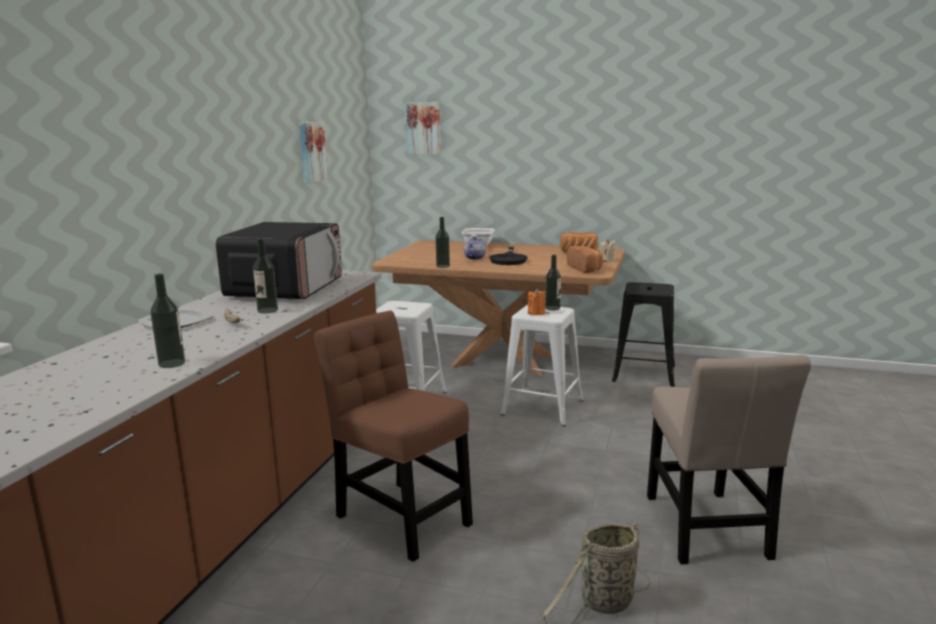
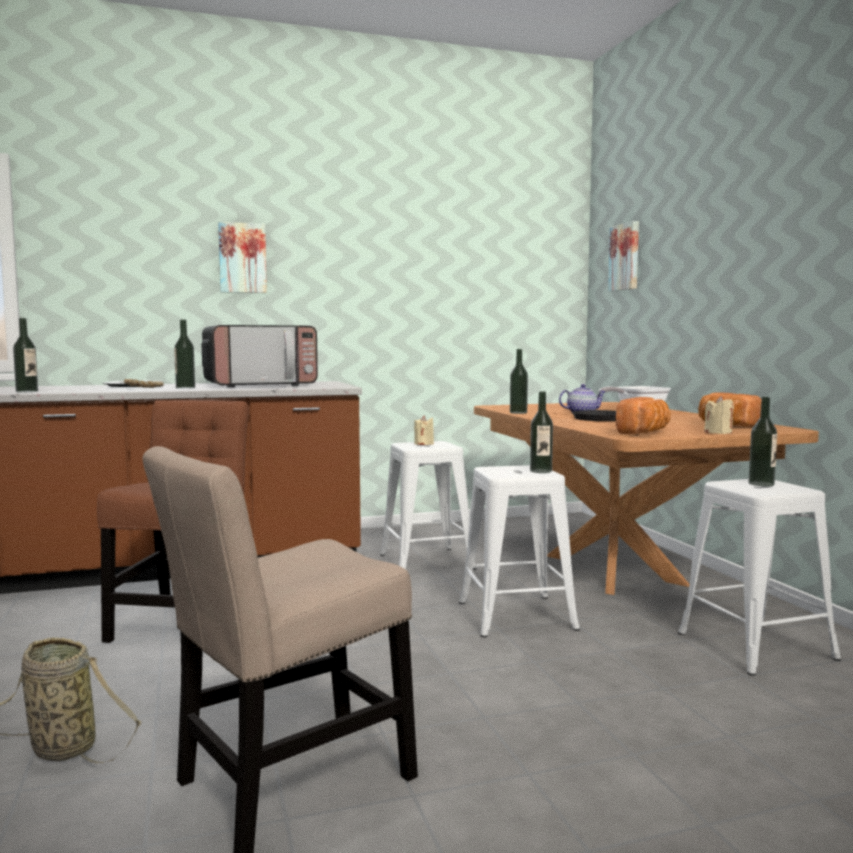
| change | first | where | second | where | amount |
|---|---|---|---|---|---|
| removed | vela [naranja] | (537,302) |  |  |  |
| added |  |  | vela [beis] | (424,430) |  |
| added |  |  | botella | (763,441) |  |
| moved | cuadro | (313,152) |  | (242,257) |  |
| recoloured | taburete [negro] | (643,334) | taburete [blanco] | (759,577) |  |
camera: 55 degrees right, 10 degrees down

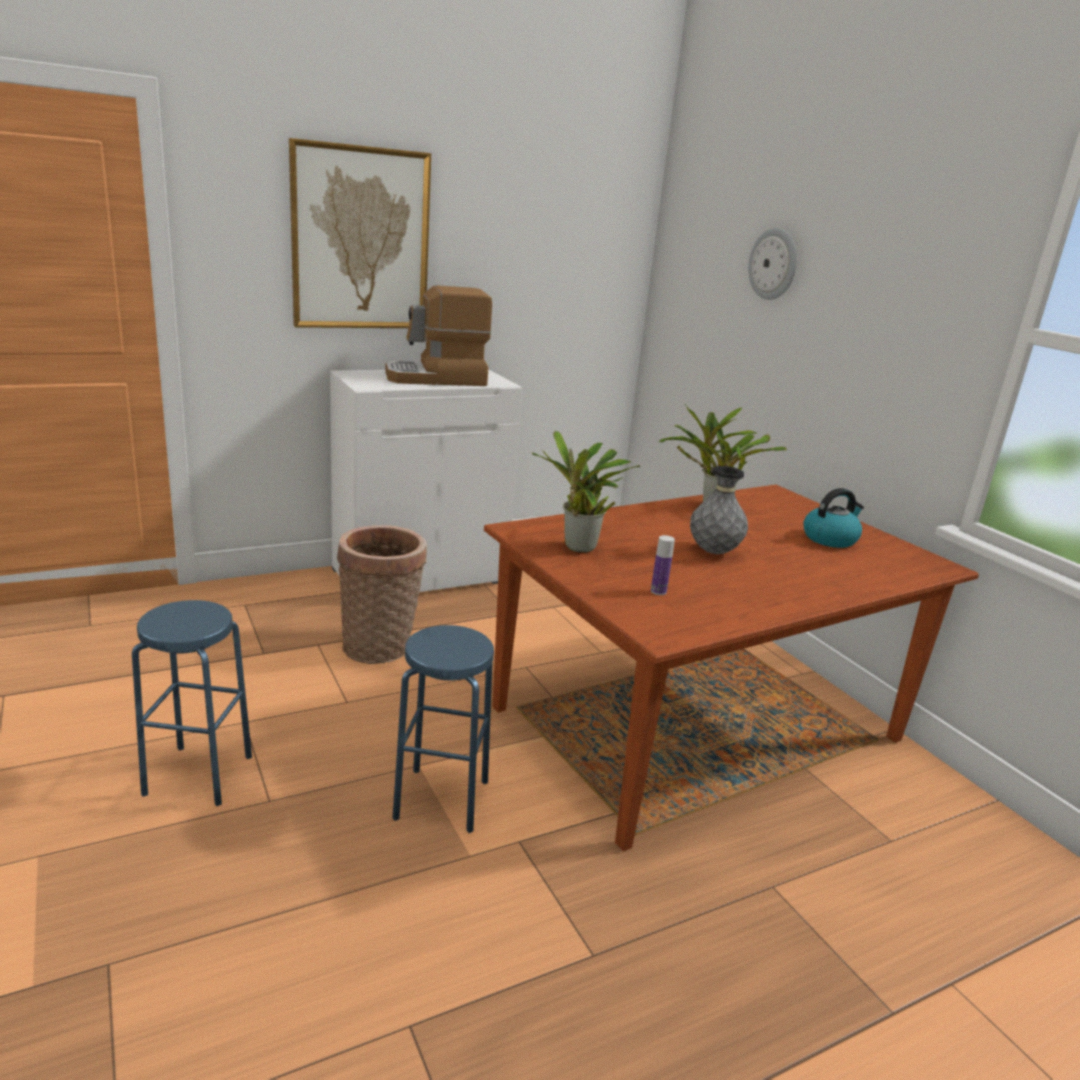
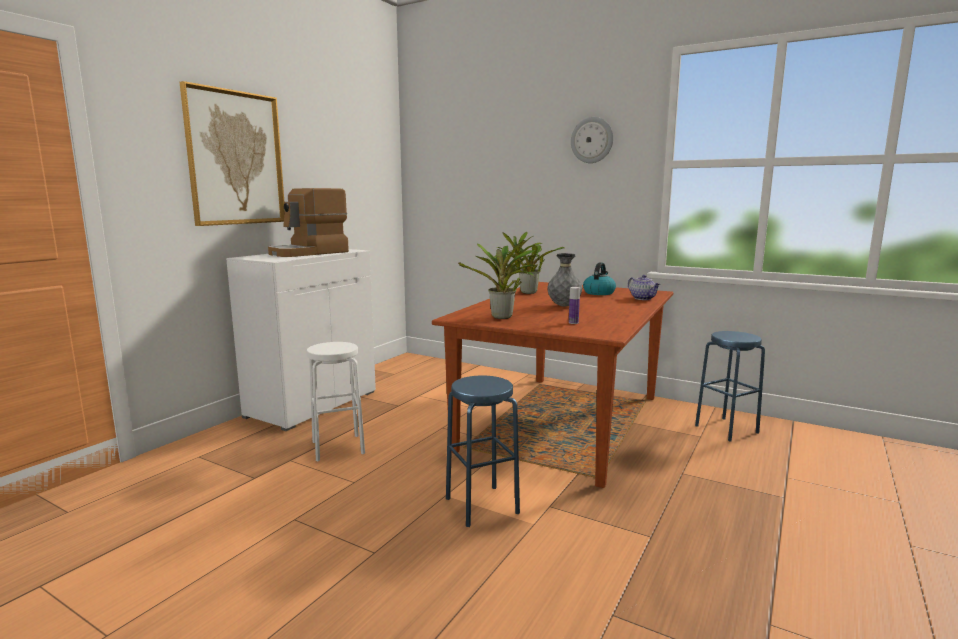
| change | first | where | second | where | amount |
|---|---|---|---|---|---|
| added |  |  | tetera | (644,287) |  |
| moved | taburete [azul] | (192,703) |  | (730,386) |  |
| moved | reloj de pared | (772,264) |  | (592,140) |  |
| replaced | cesta | (382,594) | taburete [blanco] | (335,401) |  |
camera: 30 degrees left, 10 degrees down

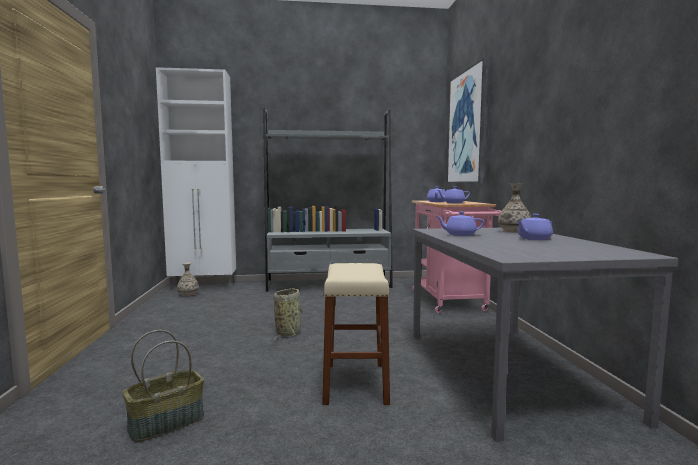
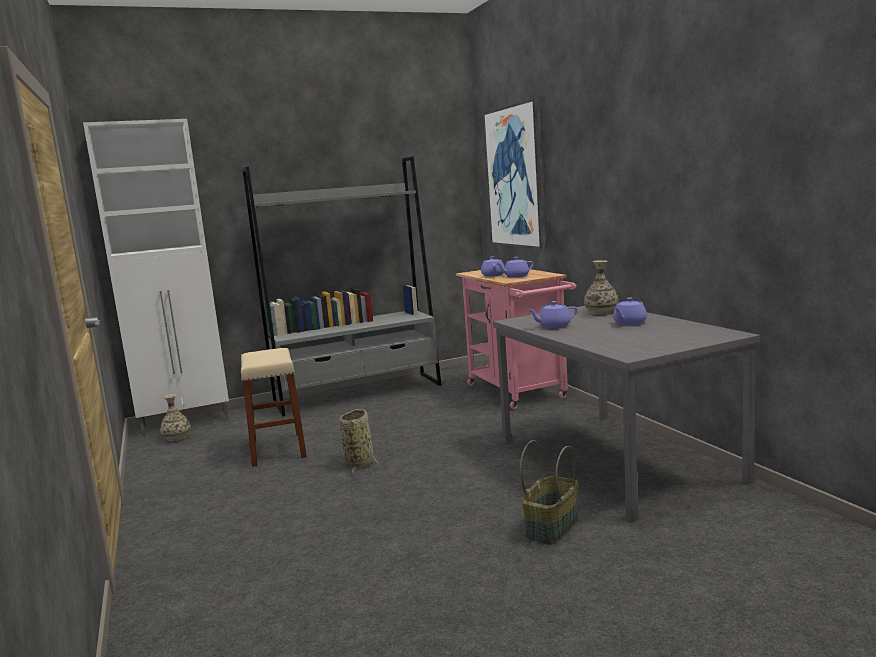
| change | first | where | second | where | amount |
|---|---|---|---|---|---|
| moved | cesta | (163,386) |  | (549,492) |  |
| moved | taburete [beis] | (356,334) |  | (274,407) |  |
camera: 15 degrees left, 5 degrees up

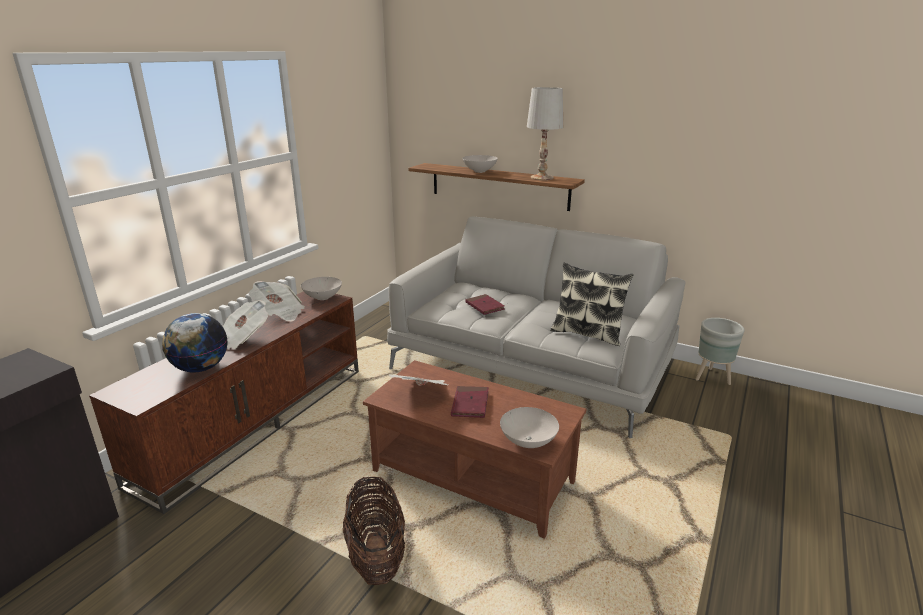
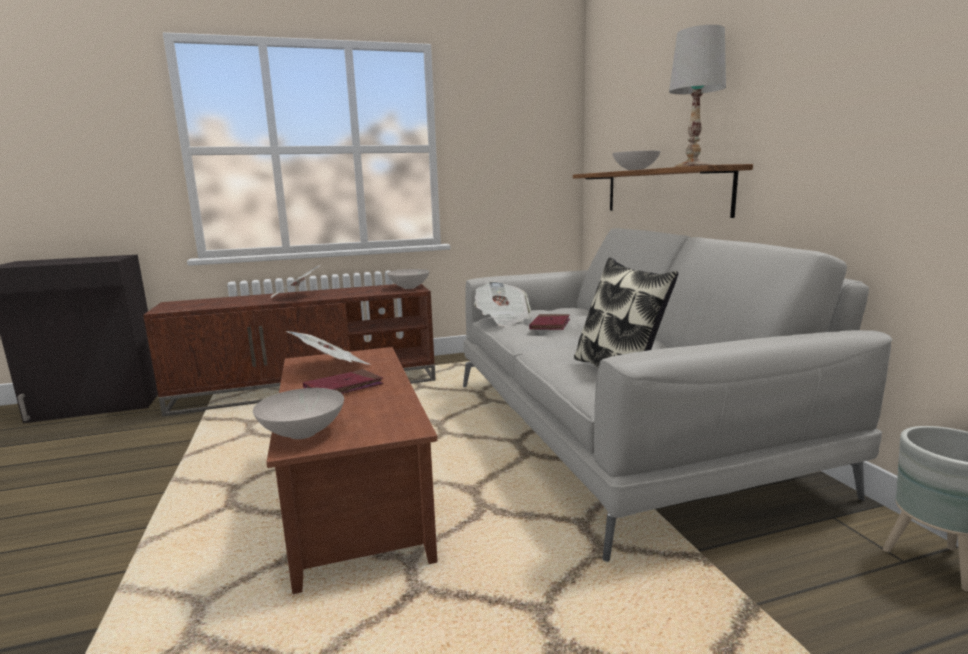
| change | first | where | second | where | amount |
|---|---|---|---|---|---|
| removed | globo terráqueo | (195,343) |  |  |  |
| removed | cesta | (374,531) |  |  |  |
| moved | periódico | (277,301) |  | (502,304) |  |
camera: 45 degrees right, 10 degrees down

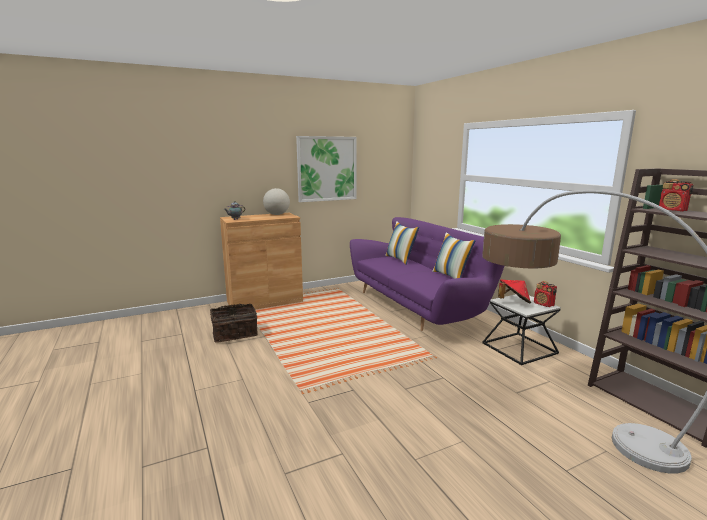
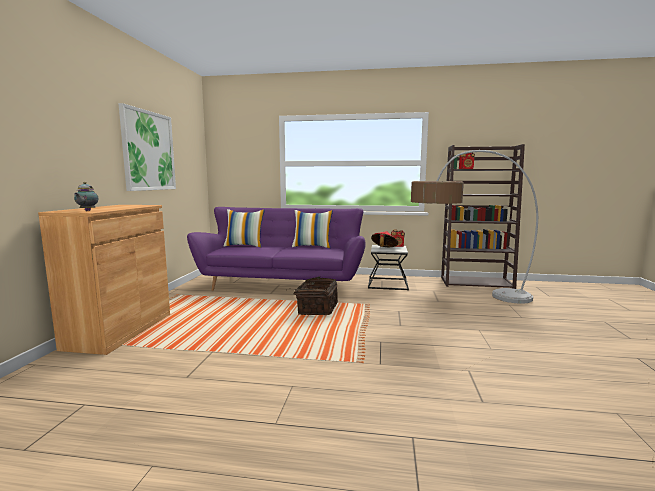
| change | first | where | second | where | amount |
|---|---|---|---|---|---|
| removed | globo terráqueo | (276,201) |  |  |  |
| moved | cesta | (234,323) |  | (314,296) |  |
camera: 55 degrees left, 5 degrees down

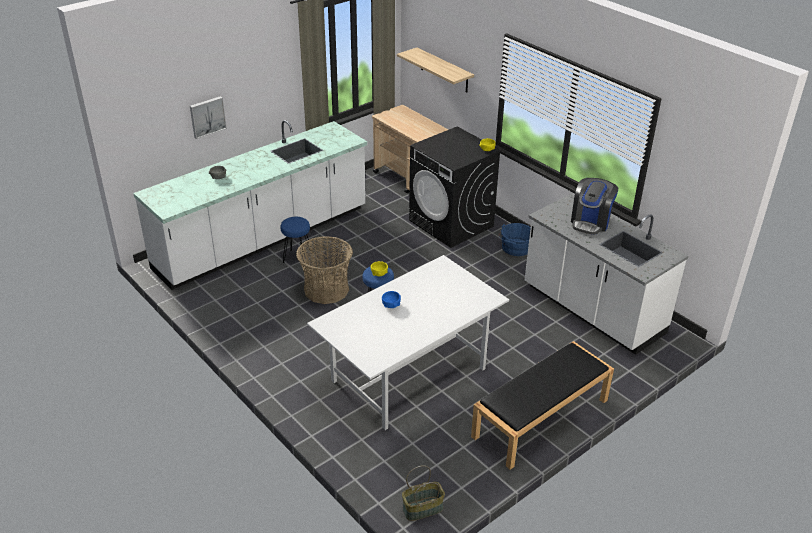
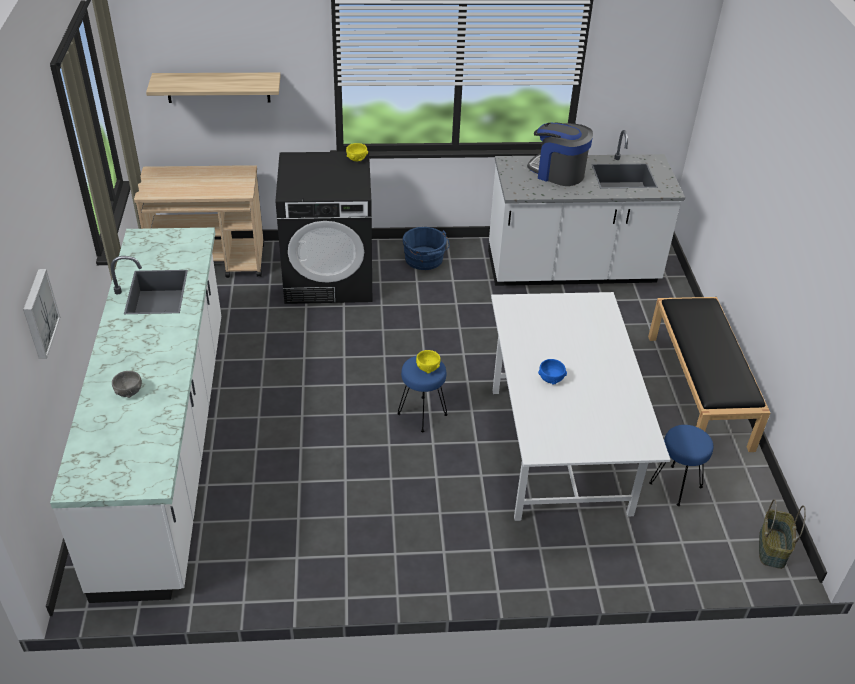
| change | first | where | second | where | amount |
|---|---|---|---|---|---|
| removed | cesta | (324,270) |  |  |  |
| moved | taburete [azul] | (295,240) |  | (681,465) |  |
| turned | cafetera | (594,206) |  | (560,154) | 150 degrees clockwise |
camera: 55 degrees left, 5 degrees up

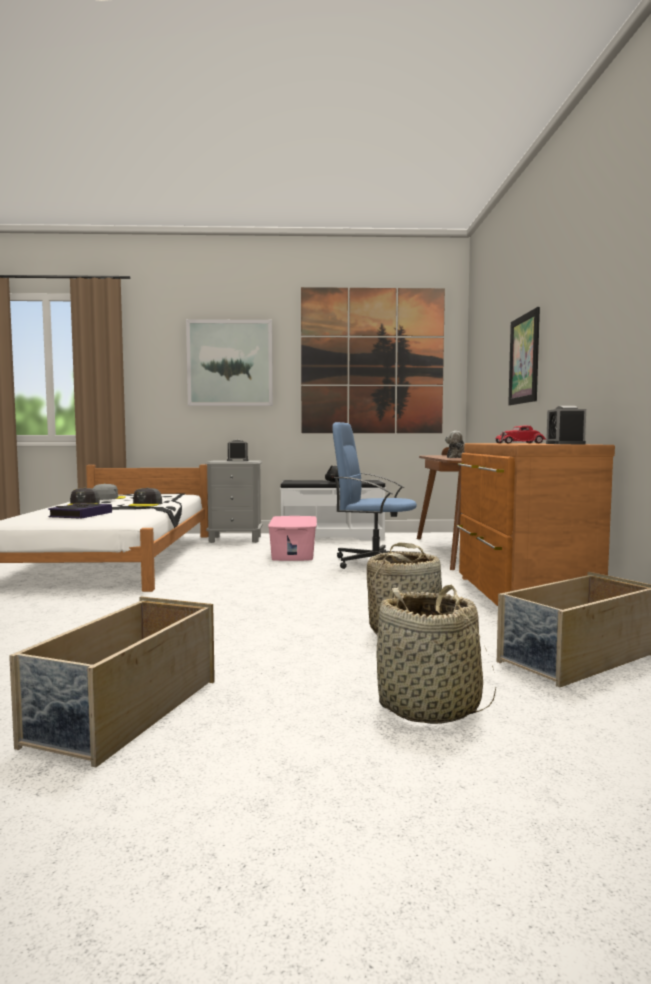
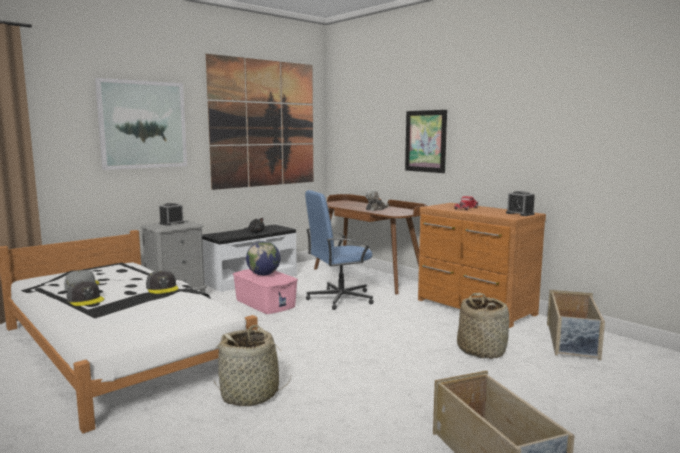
| change | first | where | second | where | amount |
|---|---|---|---|---|---|
| removed | libro | (80,511) |  |  |  |
| added |  |  | globo terráqueo | (263,258) |  |
| moved | cesta | (436,654) |  | (252,365) |  |
camera: 40 degrees left, 5 degrees up

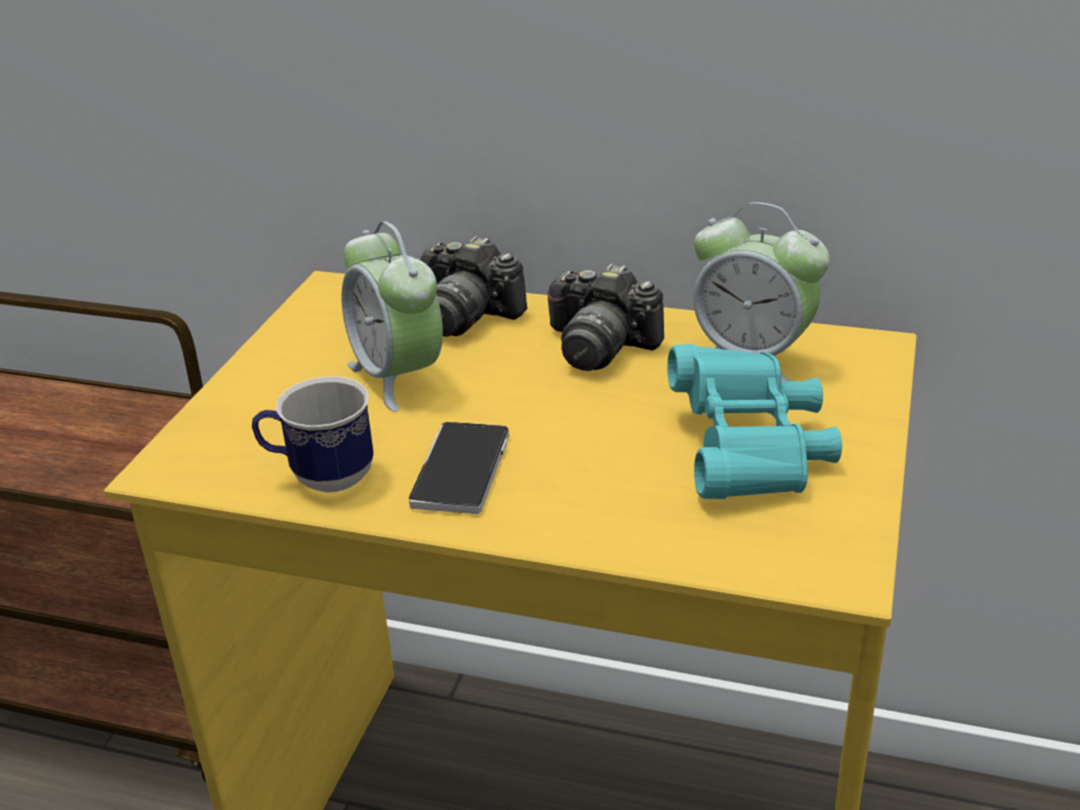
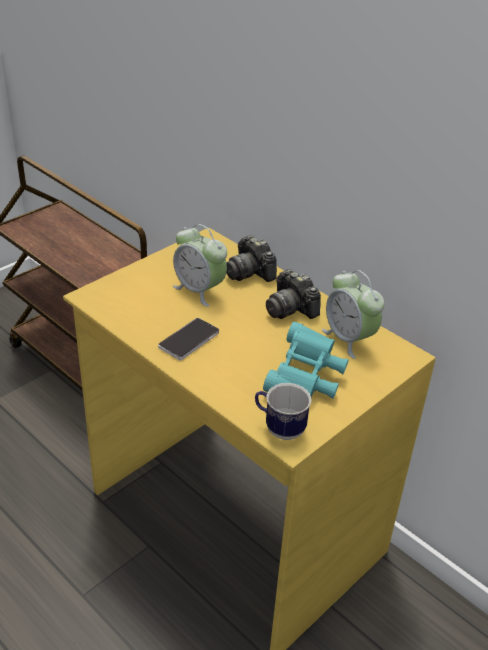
| change | first | where | second | where | amount |
|---|---|---|---|---|---|
| moved | taza grande | (313,434) |  | (283,411) |  |
| turned | despertador | (392,316) |  | (200,265) | 45 degrees counterclockwise |
camera: 25 degrees right, 5 degrees up

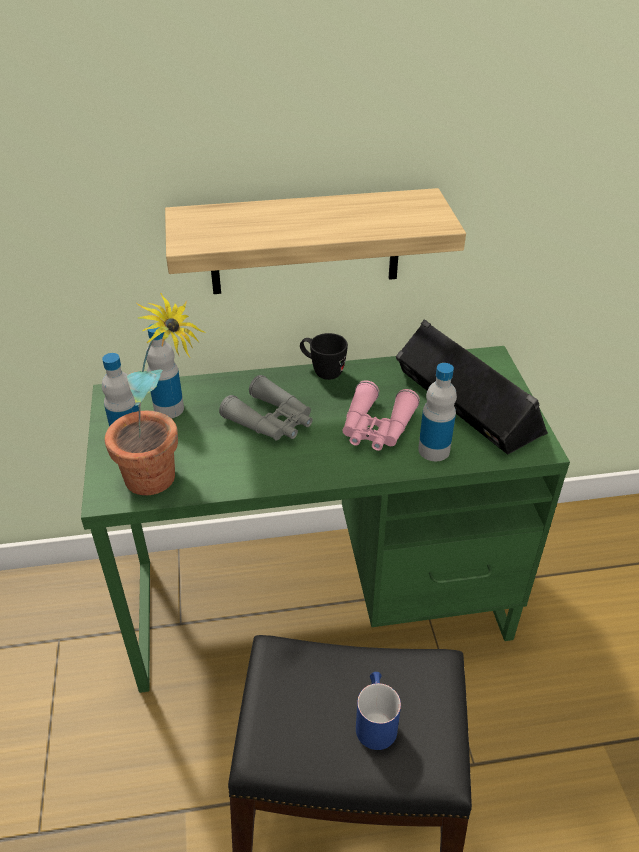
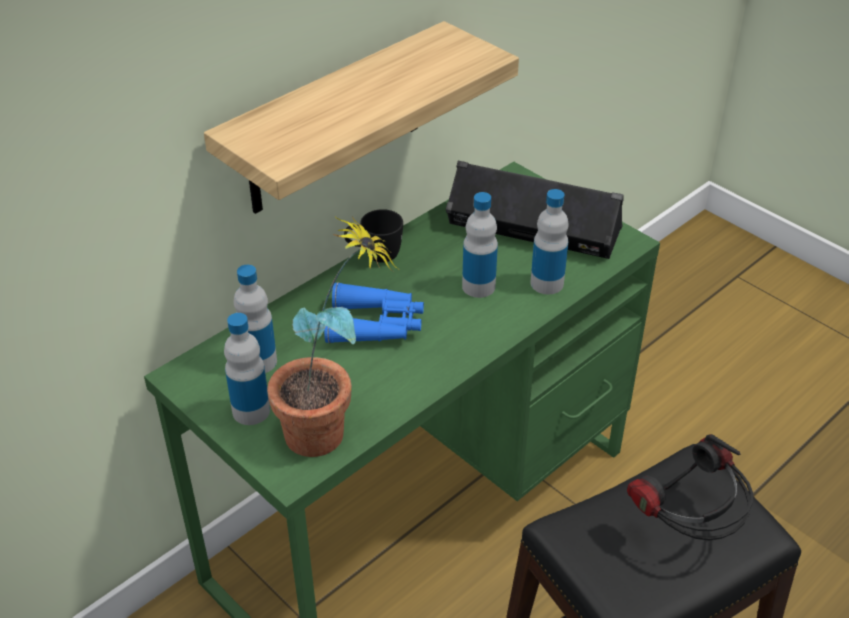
| change | first | where | second | where | amount |
|---|---|---|---|---|---|
| replaced | prismáticos [rosa] | (381,415) | botella | (480,245) |  |
| replaced | taza grande [azul] | (378,711) | auriculares | (690,487) |  |
| recoloured | prismáticos [gris] | (266,407) | prismáticos [azul] | (374,312) |  |
camera: 35 degrees left, 0 degrees up

